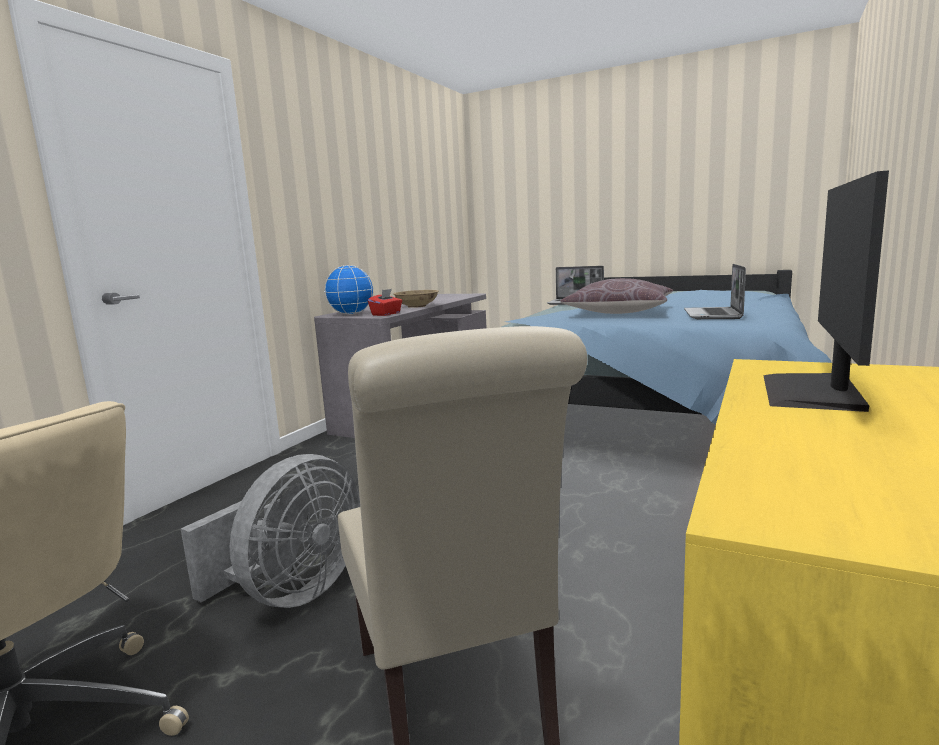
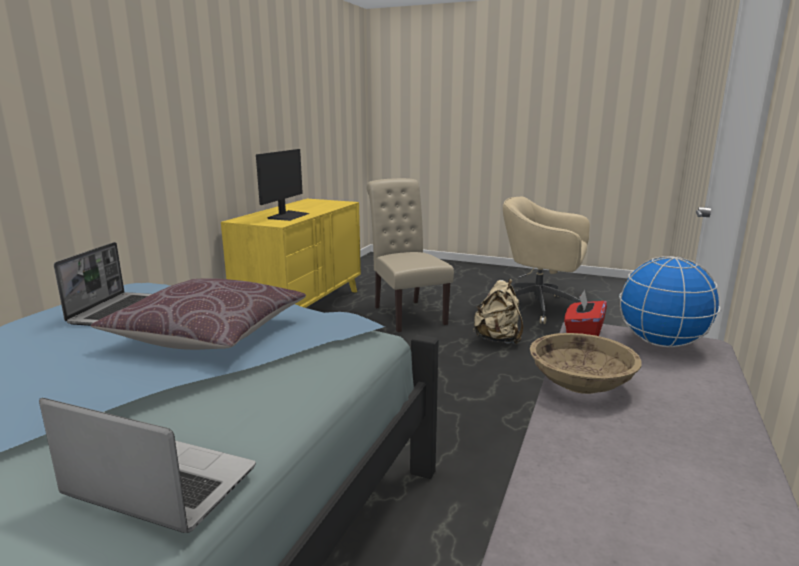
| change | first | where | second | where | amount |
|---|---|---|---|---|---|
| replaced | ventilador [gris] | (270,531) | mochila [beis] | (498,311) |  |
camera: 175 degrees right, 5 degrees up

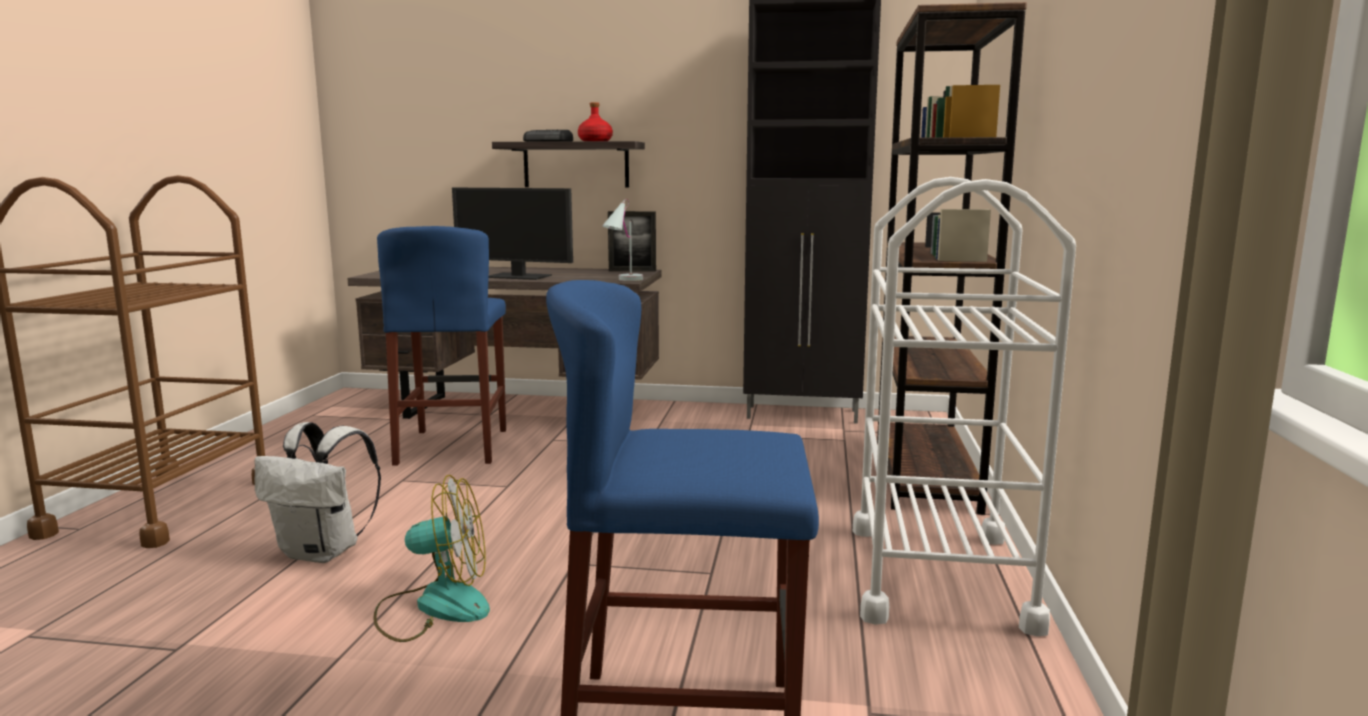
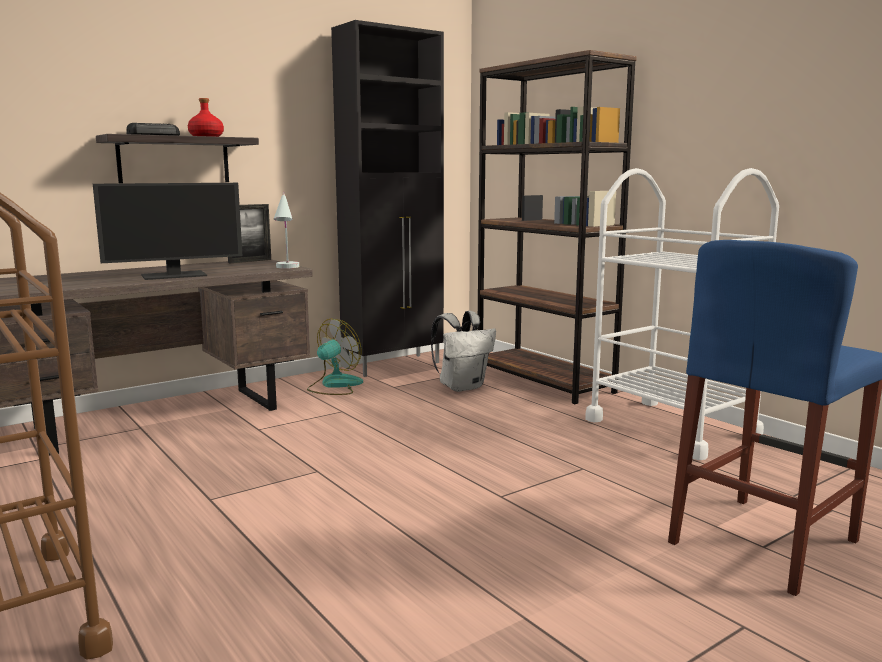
| change | first | where | second | where | amount |
|---|---|---|---|---|---|
| removed | taburete [azul] | (441,346) |  |  |  |
| moved | mochila [blanco] | (318,492) |  | (463,351) |  |
| moved | ventilador | (431,558) |  | (335,357) |  |
camera: 45 degrees left, 0 degrees up

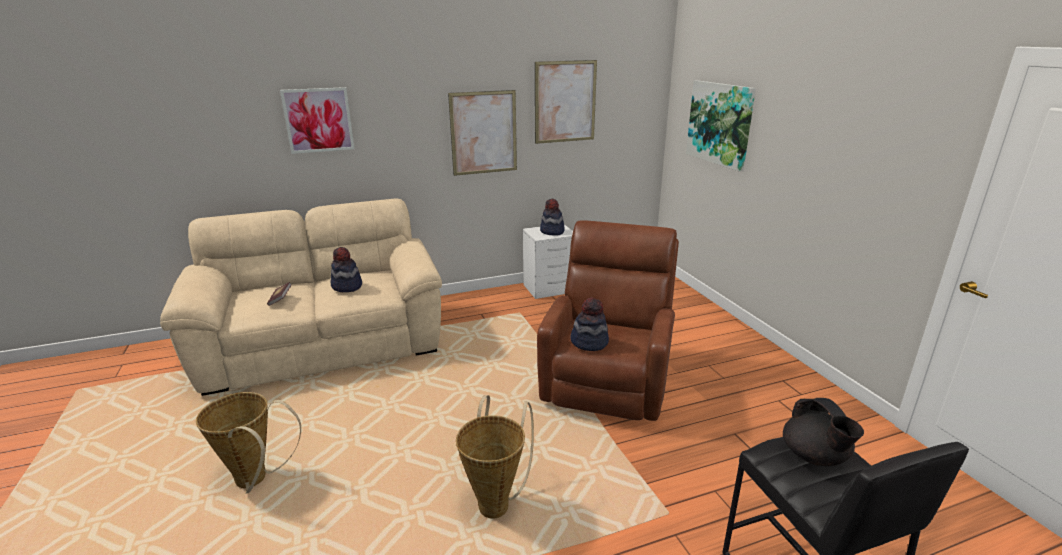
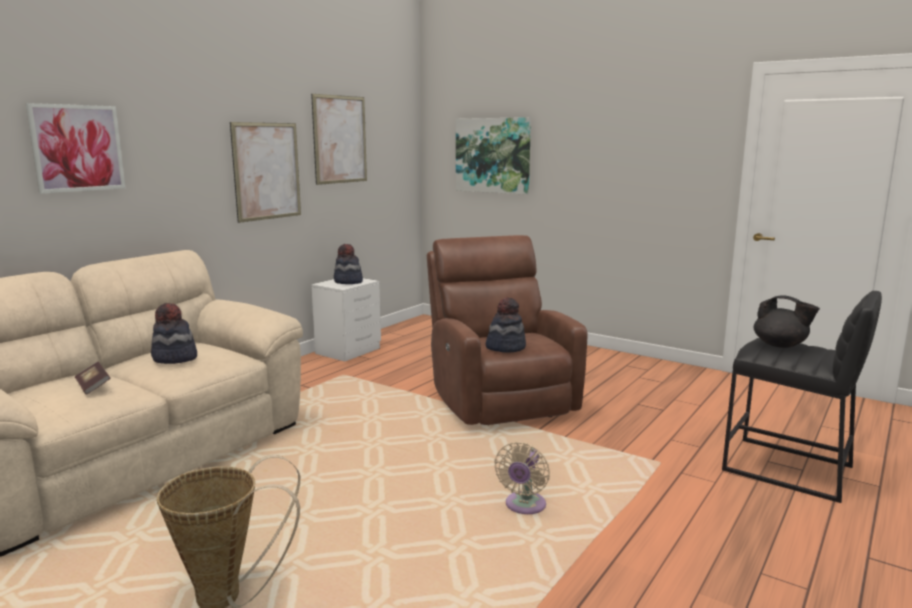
| change | first | where | second | where | amount |
|---|---|---|---|---|---|
| replaced | cesta | (495,457) | ventilador [beis] | (522,478) |  |
camera: 35 degrees left, 10 degrees down

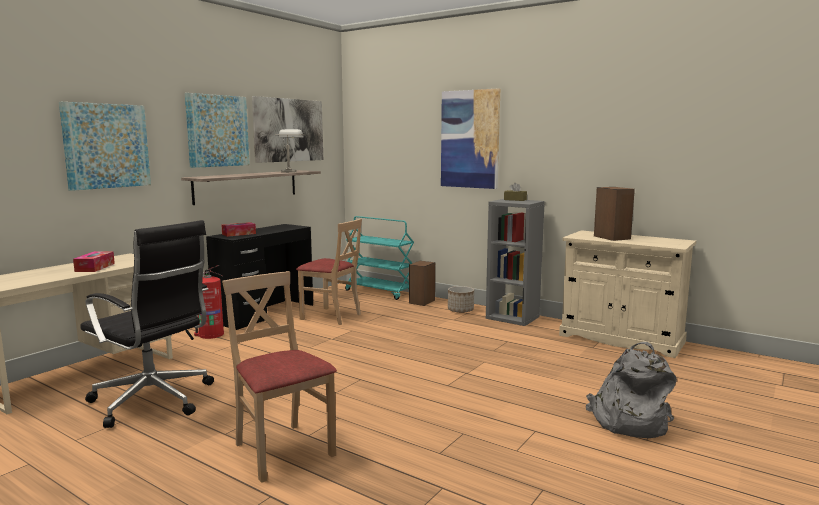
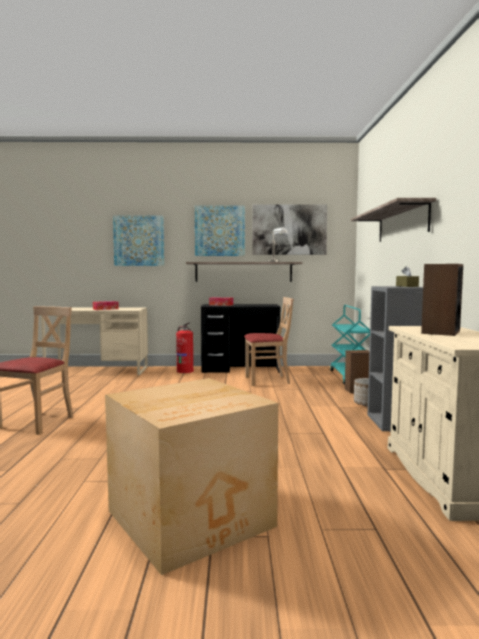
| change | first | where | second | where | amount |
|---|---|---|---|---|---|
| removed | silla de oficina [negro] | (147,324) |  |  |  |
| replaced | cuadro | (470,138) | estante | (393,220) |  |
| replaced | mochila [gris] | (631,390) | caja de cartón | (191,476) |  |
| turned | silla [beis] | (329,272) |  | (268,341) | 90 degrees counterclockwise |
camera: 55 degrees right, 5 degrees down

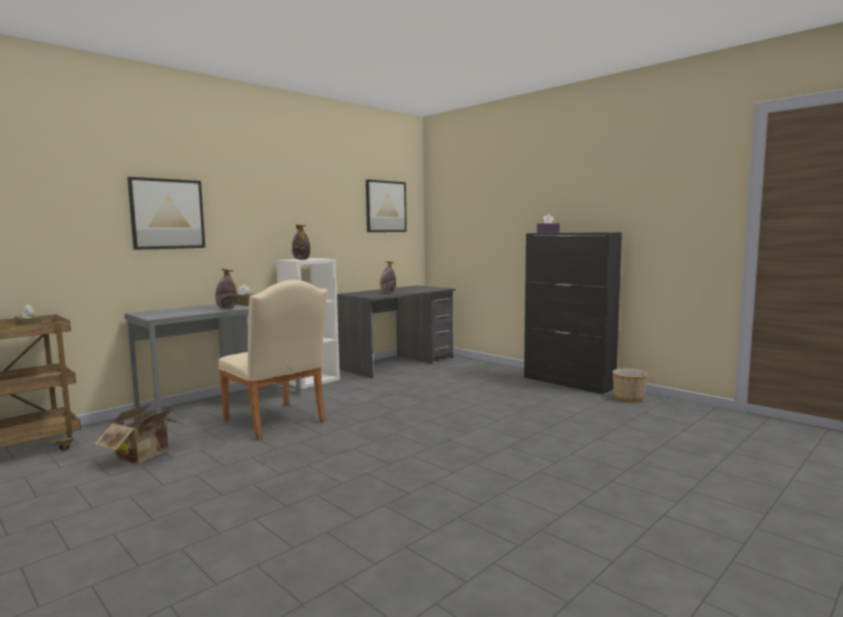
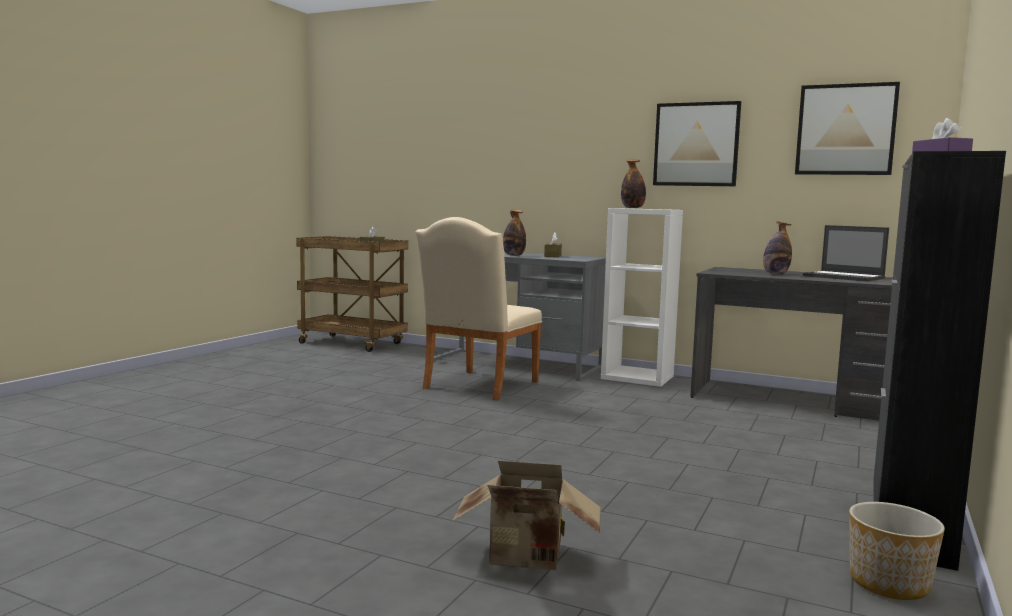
| change | first | where | second | where | amount |
|---|---|---|---|---|---|
| added |  |  | portátil | (846,253) |  |
| moved | caja de cartón | (138,433) |  | (526,515) |  |
| moved | cuadro | (166,213) |  | (697,143) |  |
camera: 70 degrees right, 0 degrees up

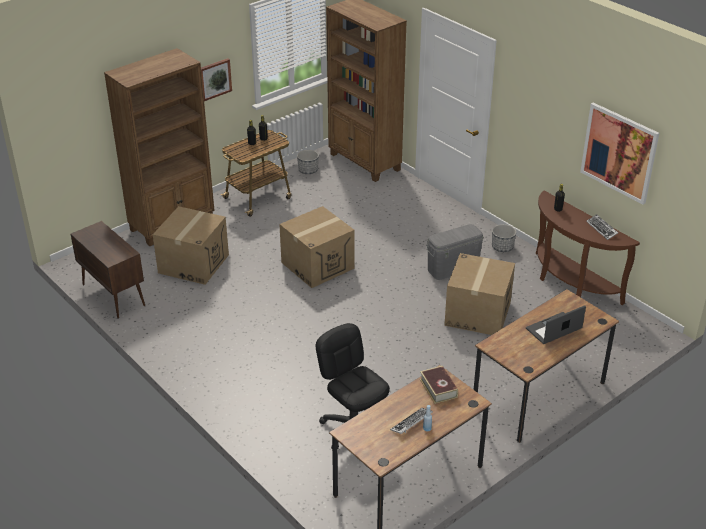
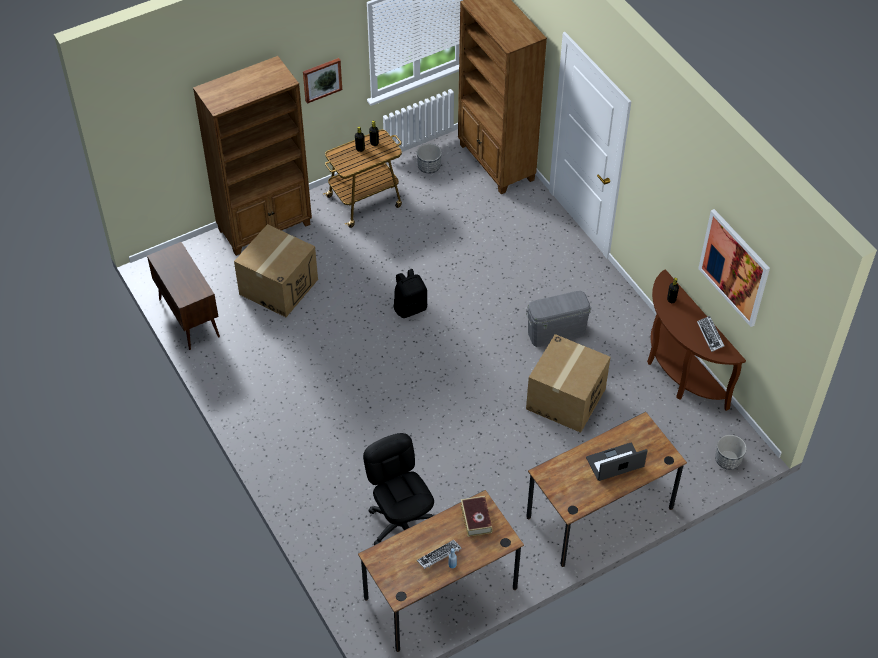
| change | first | where | second | where | amount |
|---|---|---|---|---|---|
| moved | maceta | (504,238) |  | (731,452) |  |
| replaced | caja de cartón | (317,247) | mochila [negro] | (410,293) |  |
camera: 10 degrees right, 15 degrees up

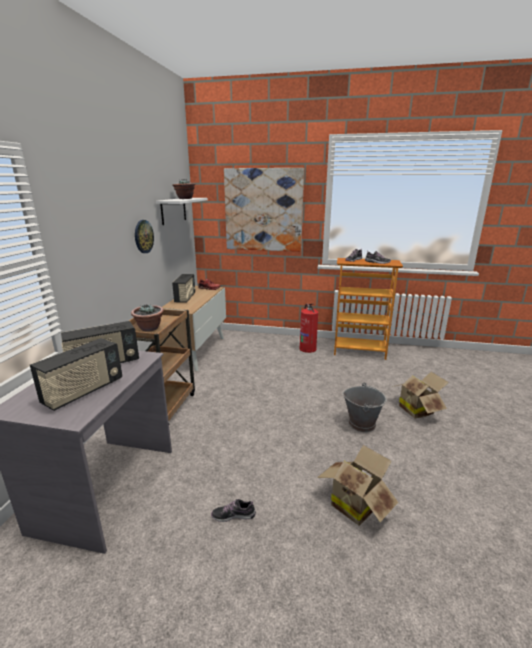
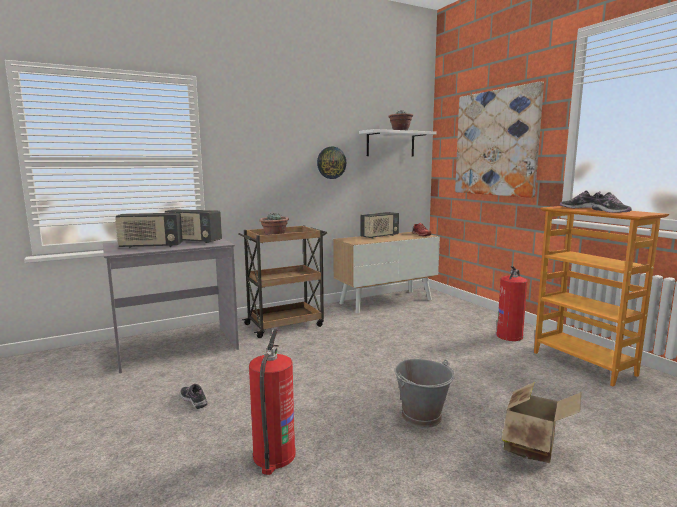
| change | first | where | second | where | amount |
|---|---|---|---|---|---|
| replaced | caja de cartón | (357,485) | extintor | (272,402) |  |
camera: 50 degrees right, 10 degrees down

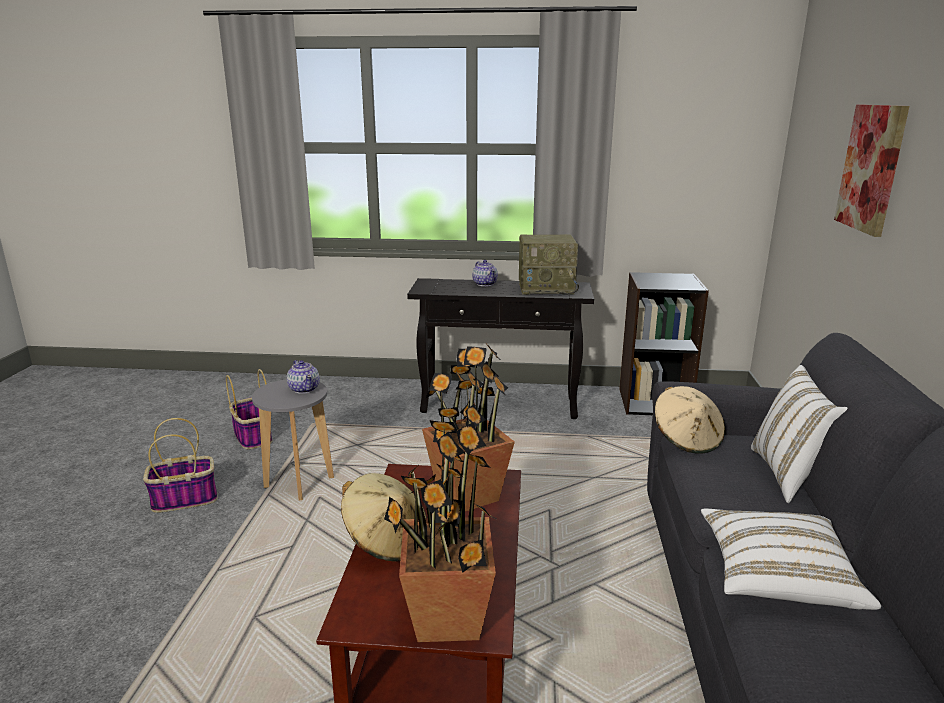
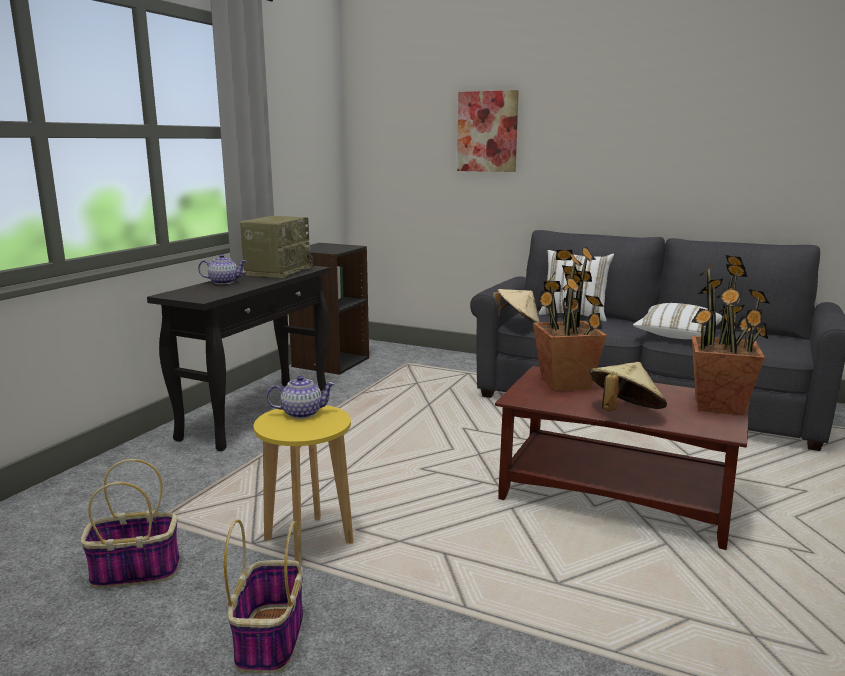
| change | first | where | second | where | amount |
|---|---|---|---|---|---|
| recoloured | taburete [gris] | (293,440) | taburete [amarillo] | (303,484) |  |
camera: 70 degrees left, 5 degrees down

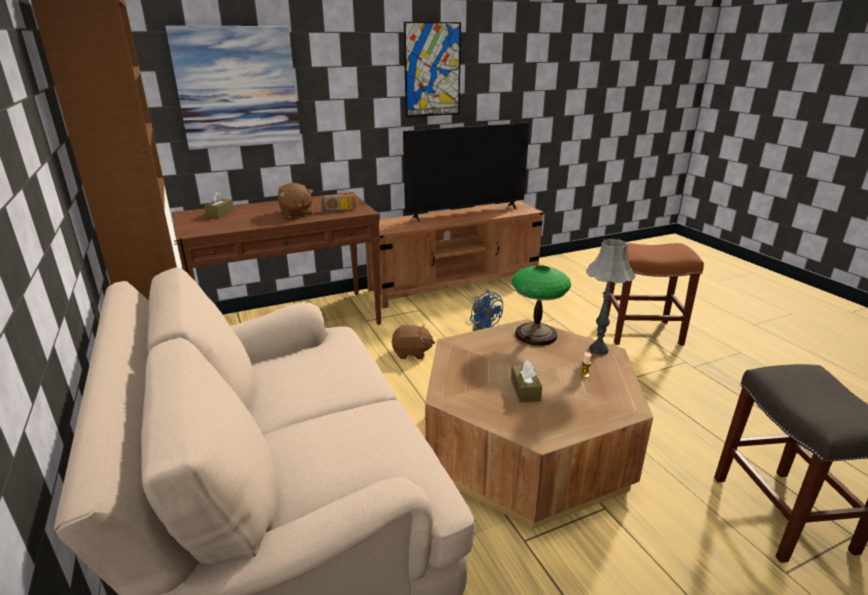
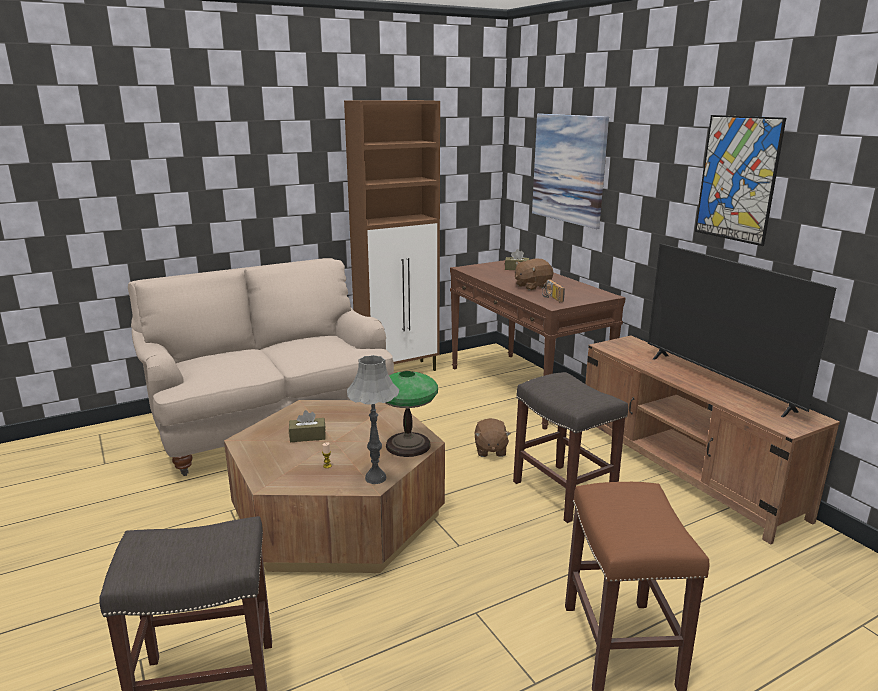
| change | first | where | second | where | amount |
|---|---|---|---|---|---|
| replaced | ventilador [azul] | (486,310) | taburete [gris] | (570,447) |  |
camera: 85 degrees right, 5 degrees down

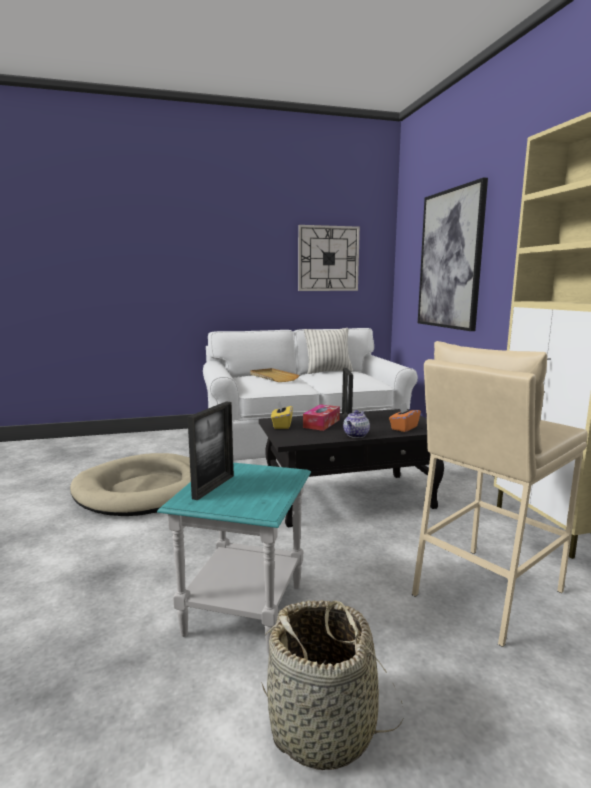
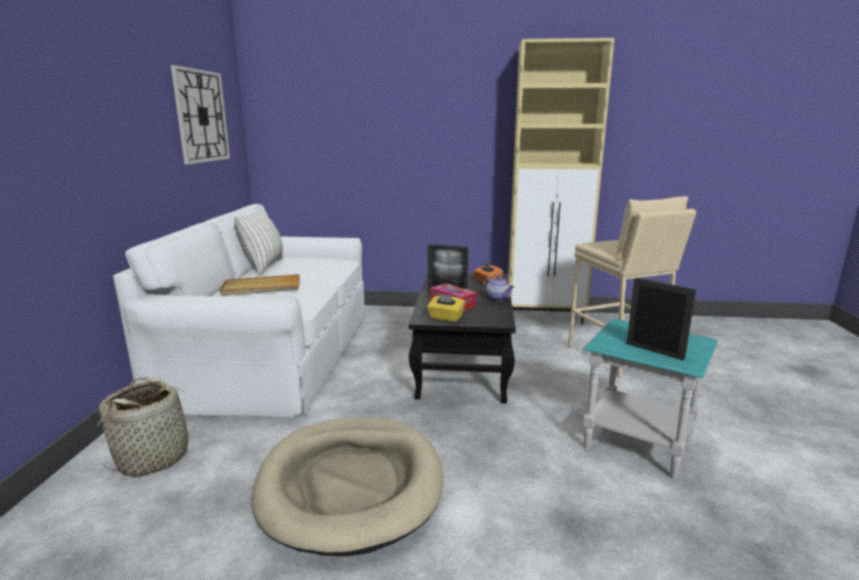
| change | first | where | second | where | amount |
|---|---|---|---|---|---|
| removed | cuadro | (453,254) |  |  |  |
| moved | cesta | (332,685) |  | (148,427) |  |
camera: 70 degrees left, 5 degrees up

